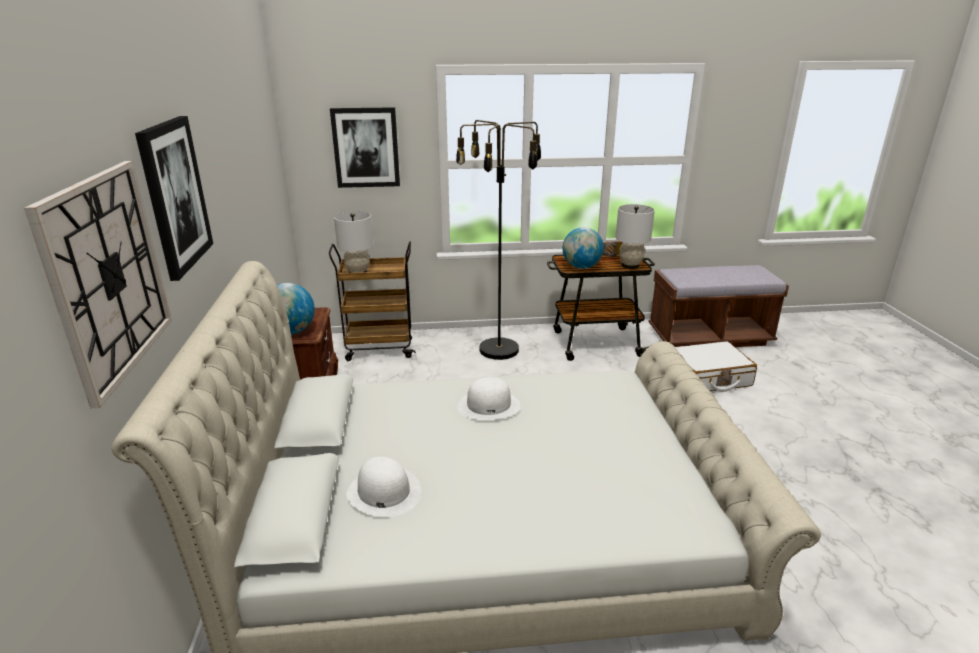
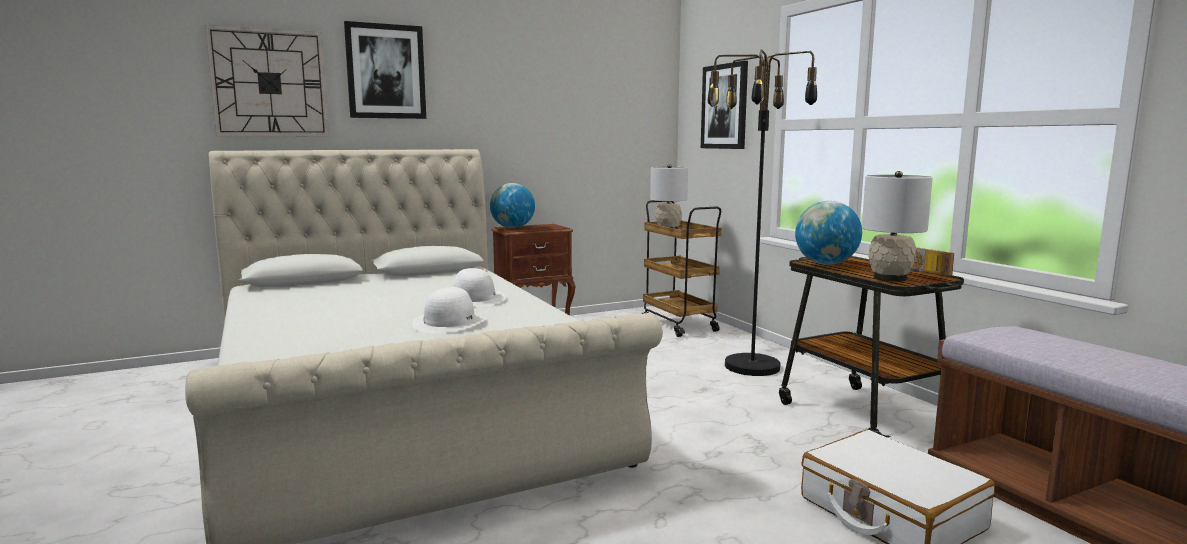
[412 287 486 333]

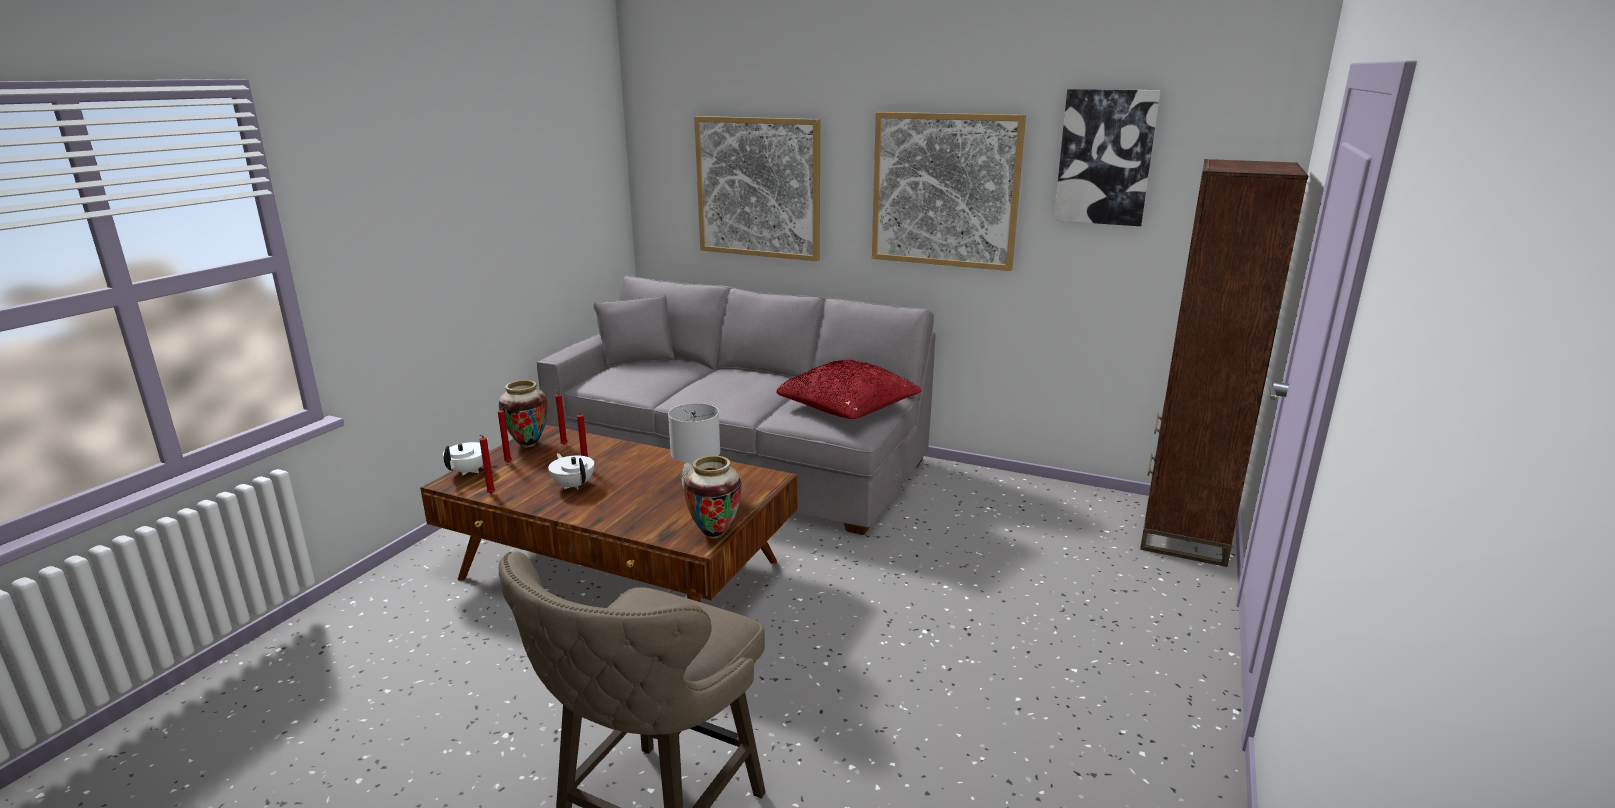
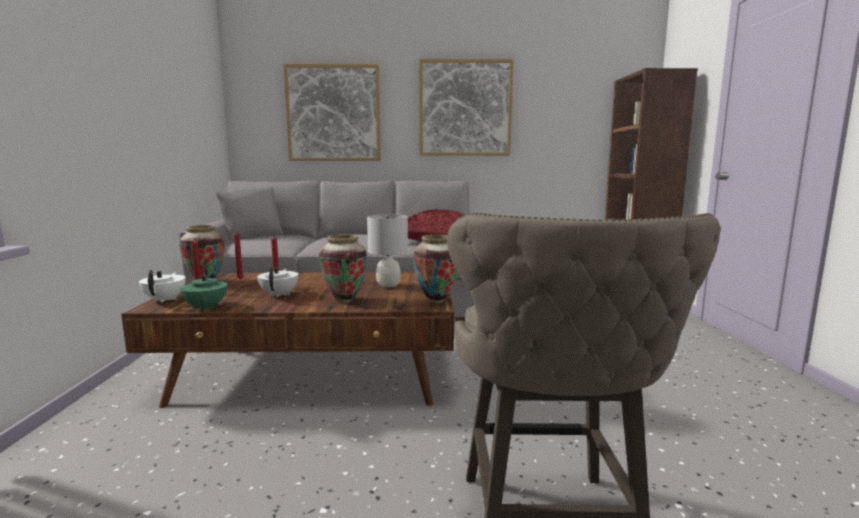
[1054 89 1160 226] (first image)
[319 235 367 303]
[180 266 227 311]
[257 266 299 298]

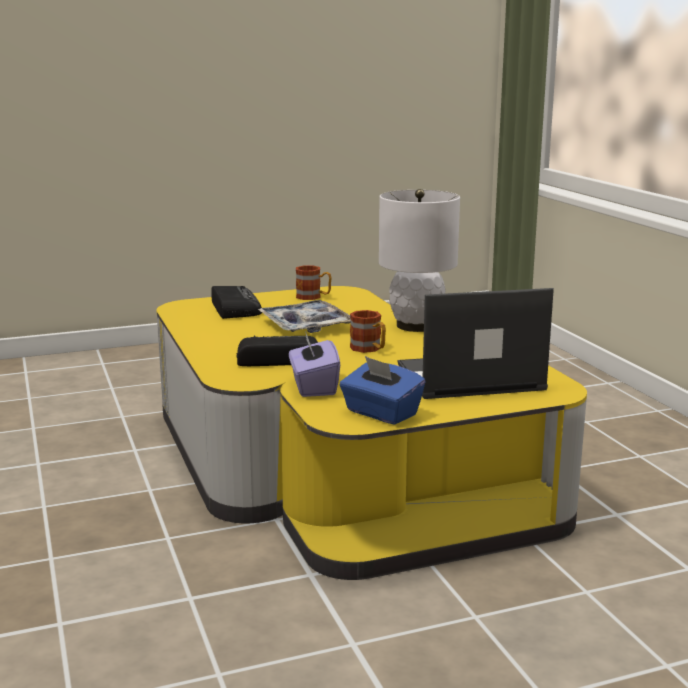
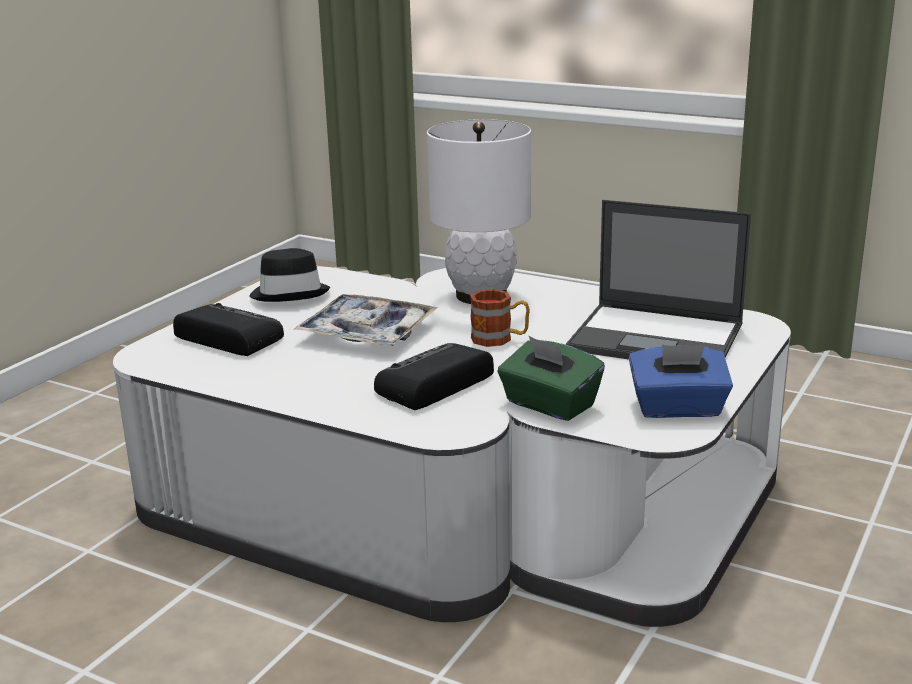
[249 248 330 302]
[113 266 791 627]
[497 336 605 421]
[566 200 751 359]

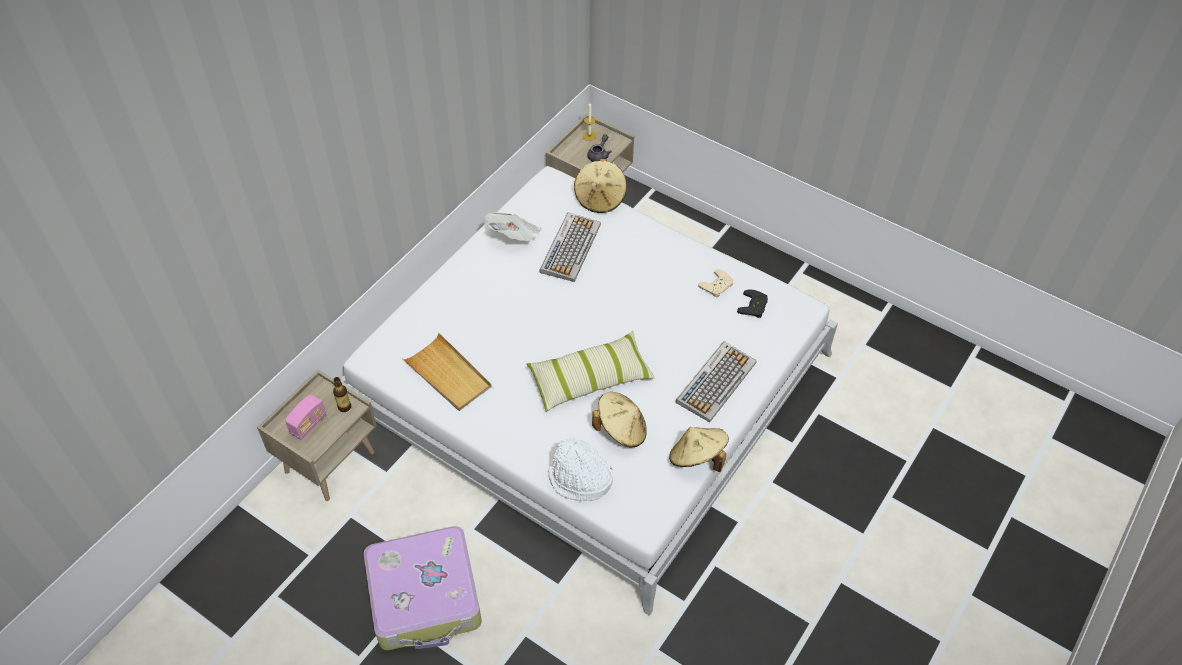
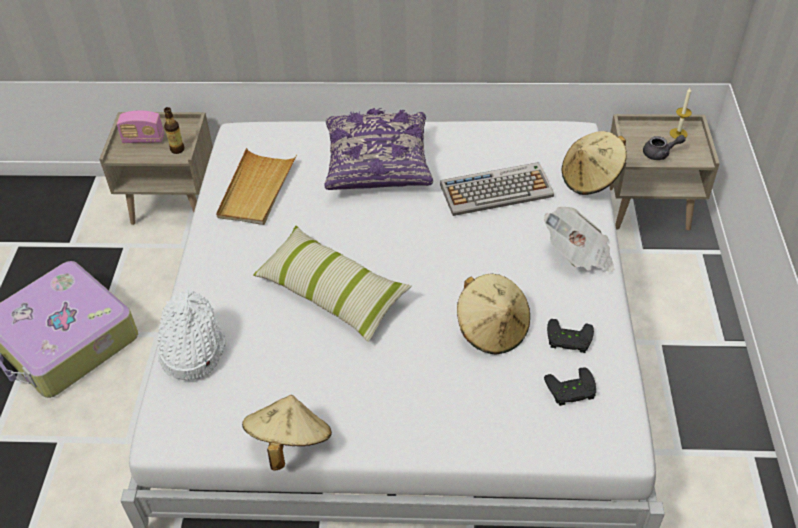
[675 341 757 422] (first image)
[324 108 433 190]
[544 207 615 272]
[457 274 530 354]
[547 319 594 353]

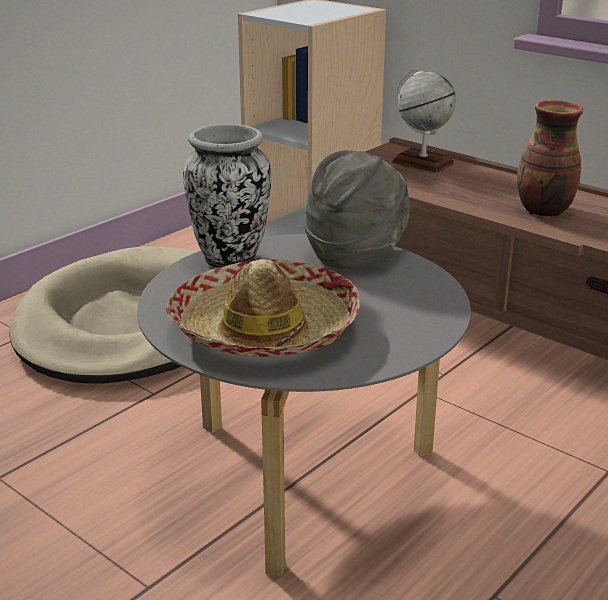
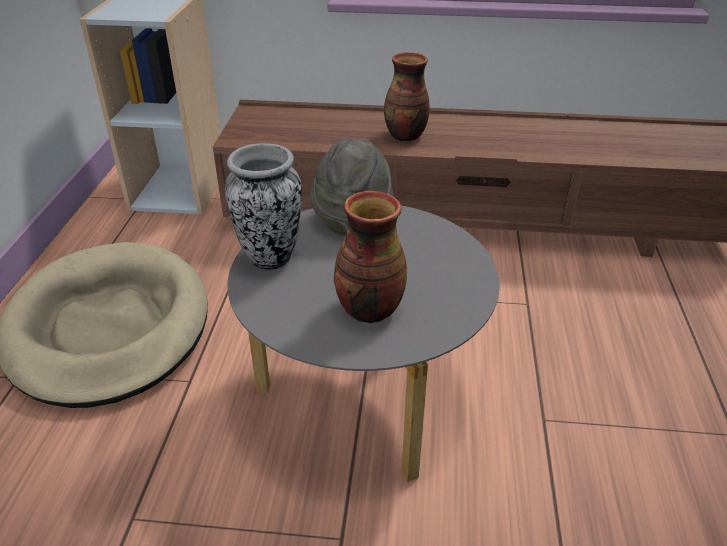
[392 67 456 173] (first image)
[334 191 407 323]

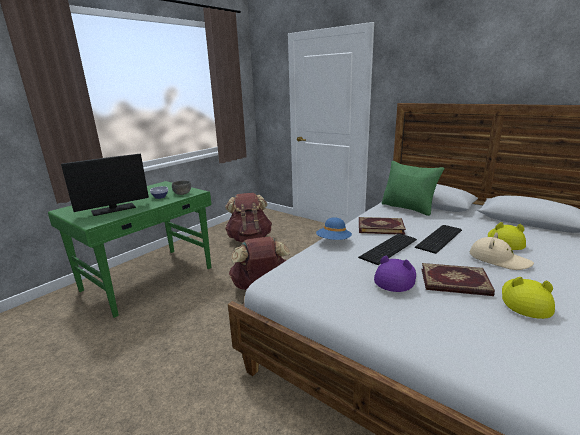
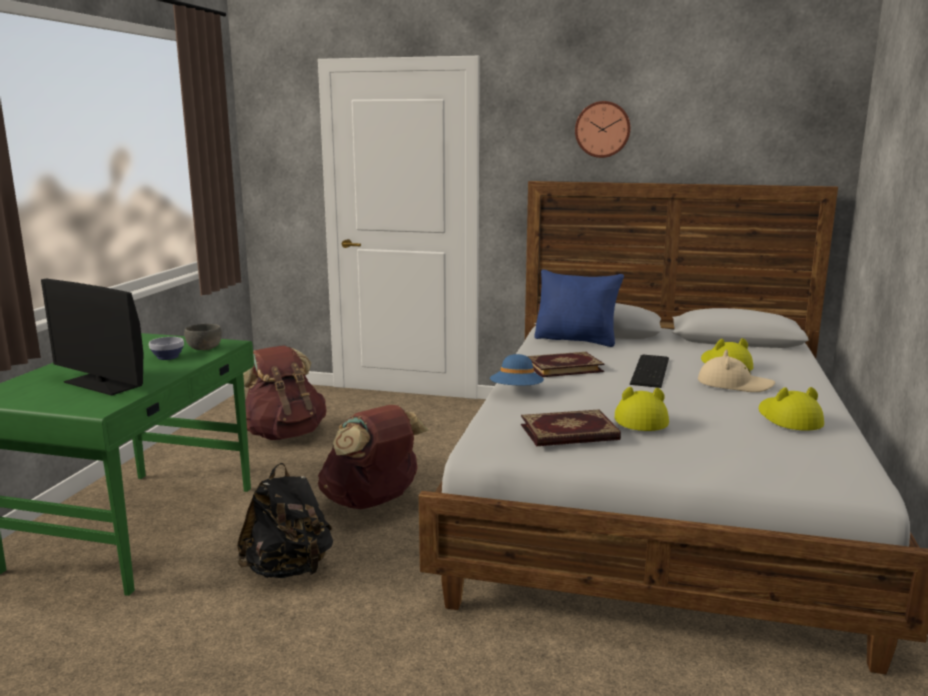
[358 233 417 265] (first image)
[237 463 333 578]
[575 101 631 158]
[521 409 621 446]
[615 387 669 431]
[534 269 624 347]
[41 279 143 396]

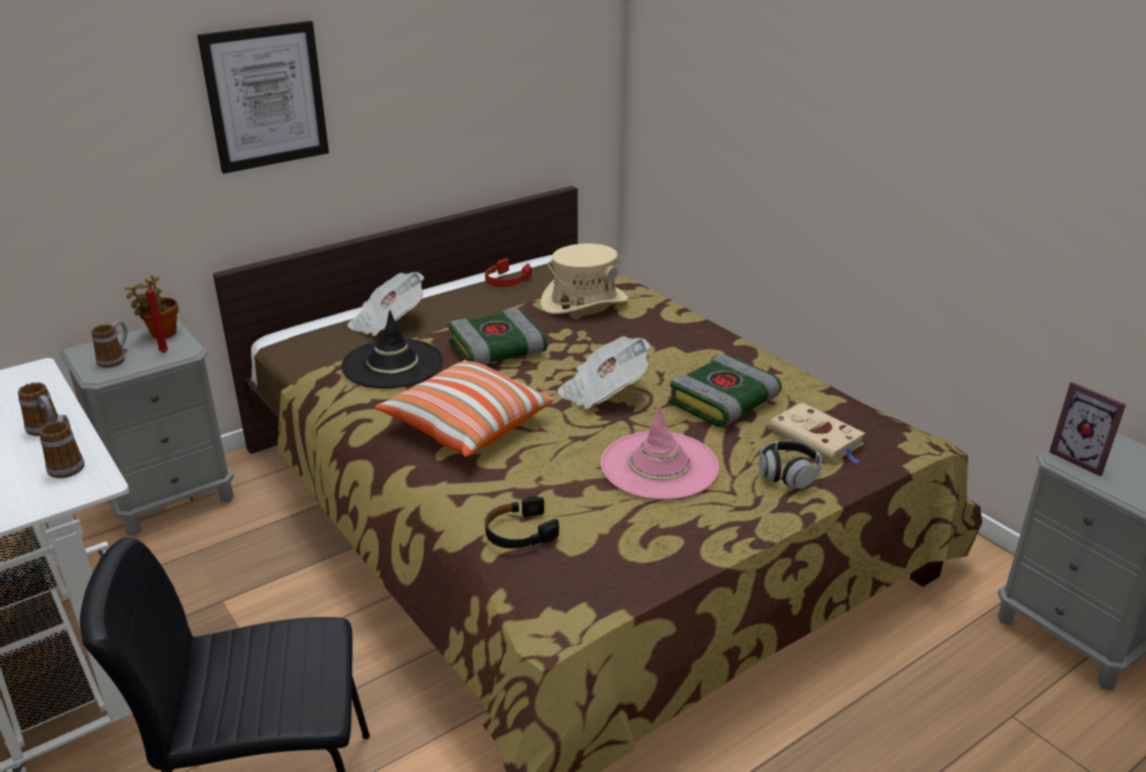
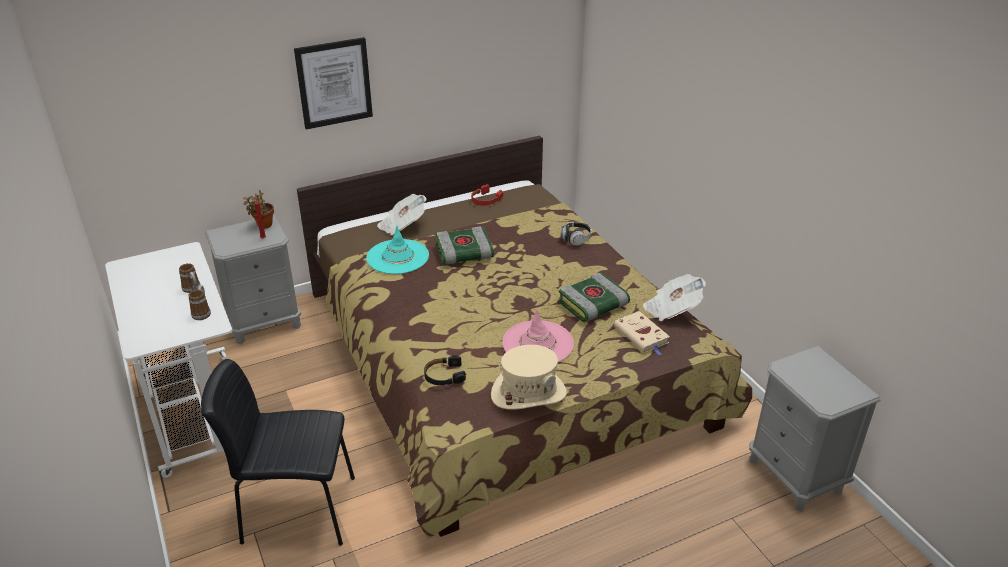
[92 321 127 368] (first image)
[375 360 554 457] (first image)
[1049 382 1126 476] (first image)
[491 345 567 410]
[643 274 706 321]
[560 222 592 245]
[366 226 429 274]

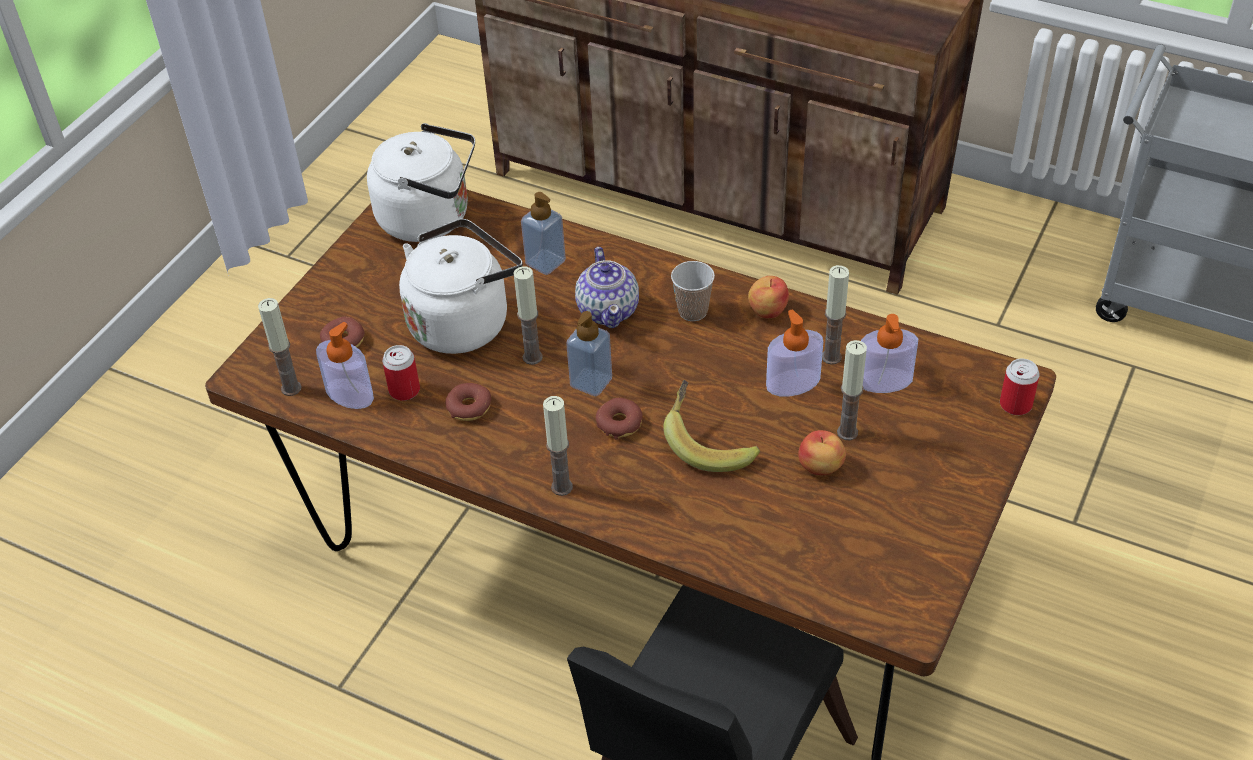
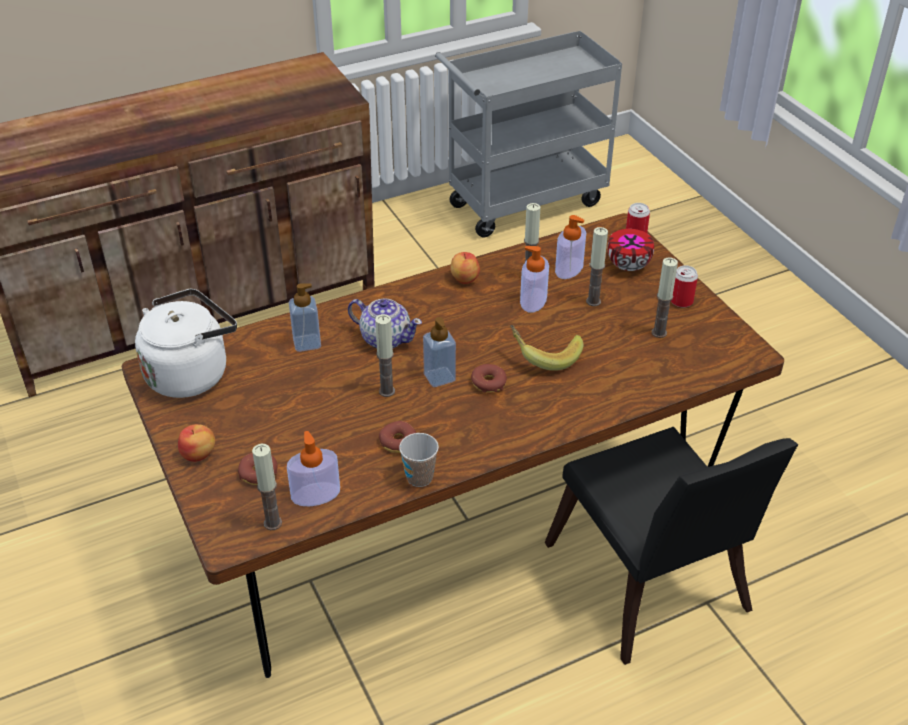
[399 219 523 354] (first image)
[608 229 654 271]
[671 265 698 308]
[652 257 678 338]
[399 433 439 487]
[178 424 215 462]

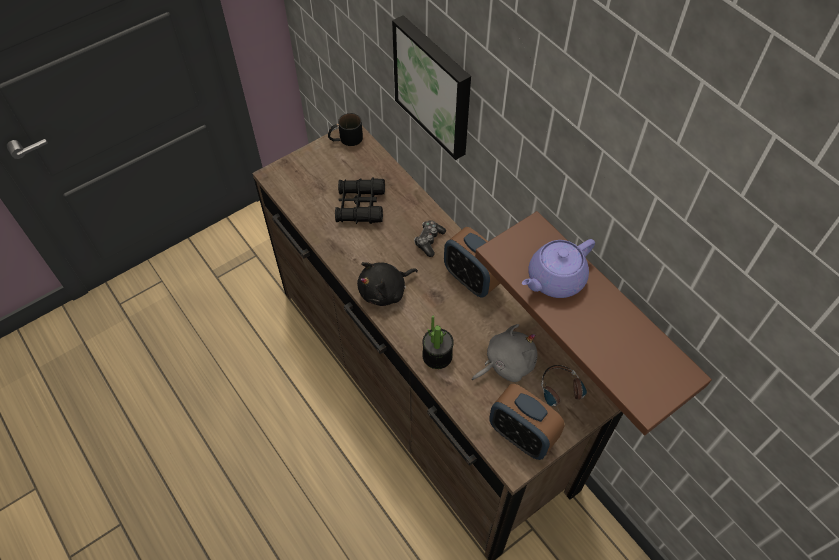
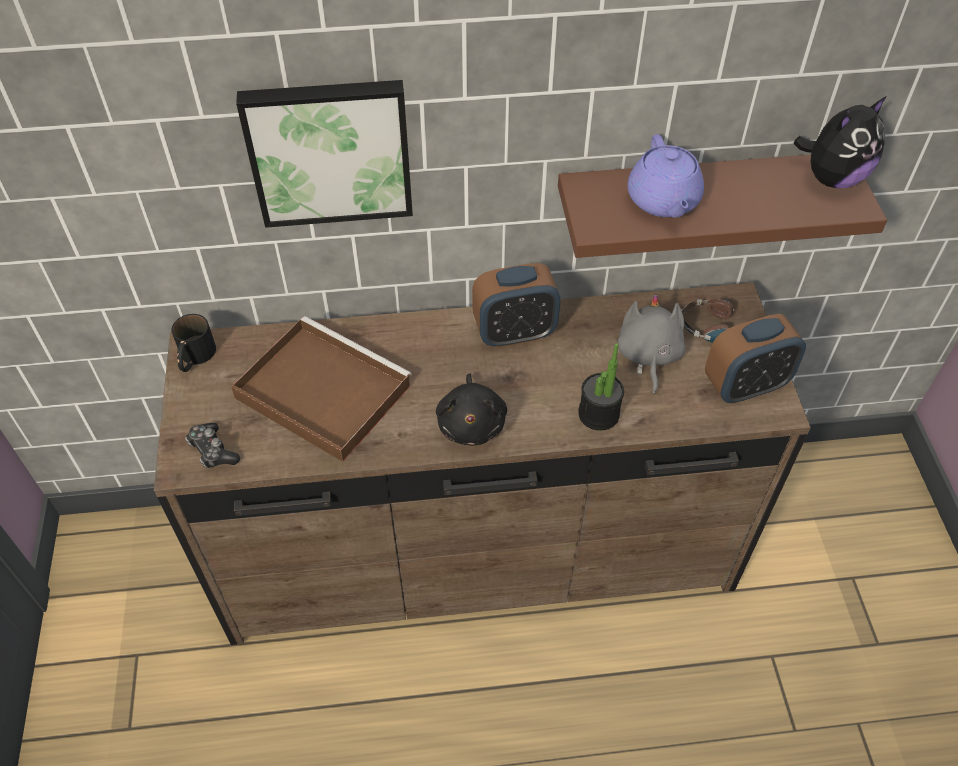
[794 96 887 188]
[185 423 240 468]
[231 316 412 462]

